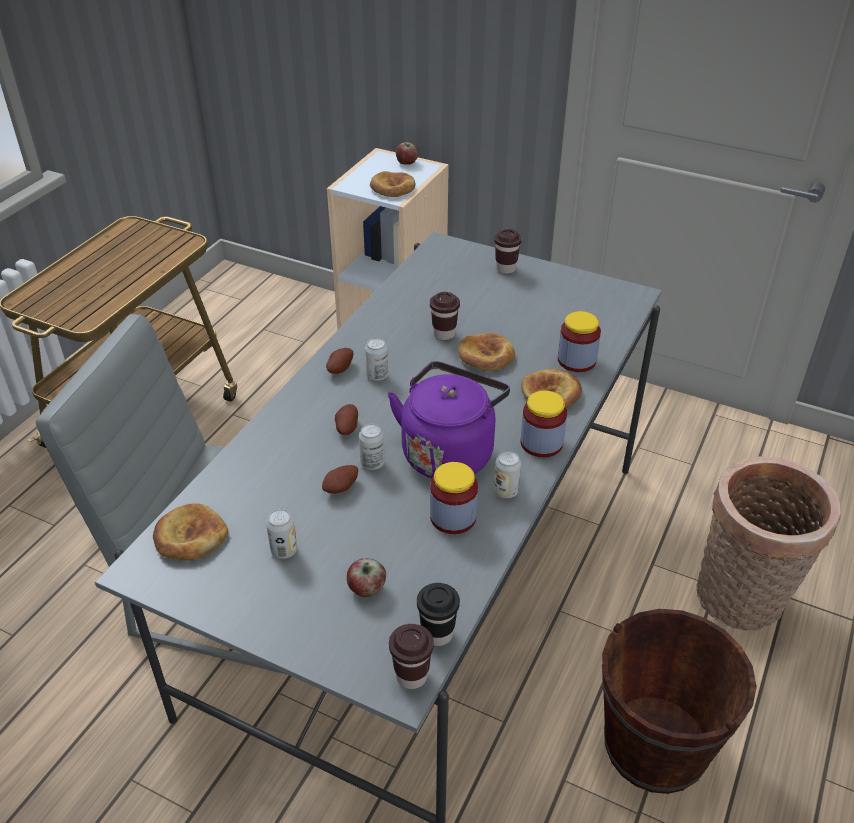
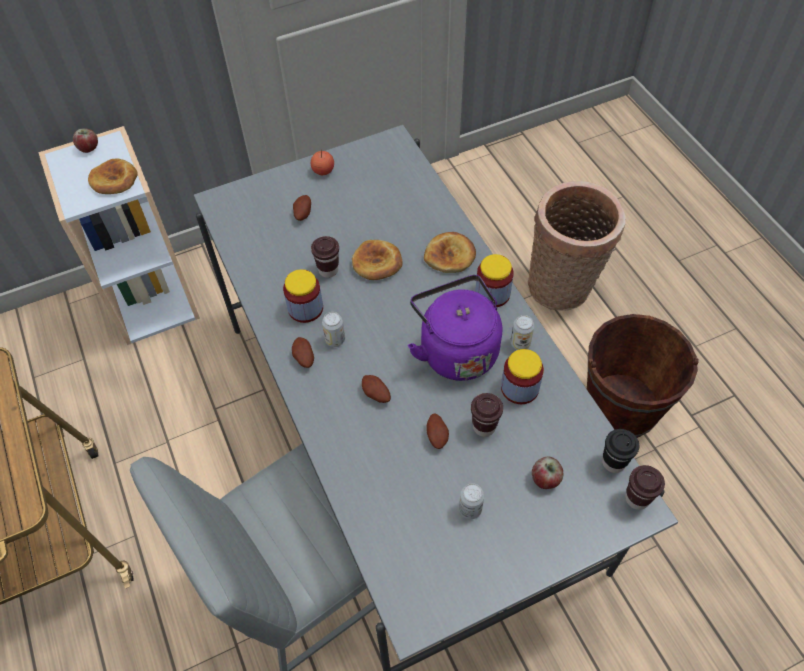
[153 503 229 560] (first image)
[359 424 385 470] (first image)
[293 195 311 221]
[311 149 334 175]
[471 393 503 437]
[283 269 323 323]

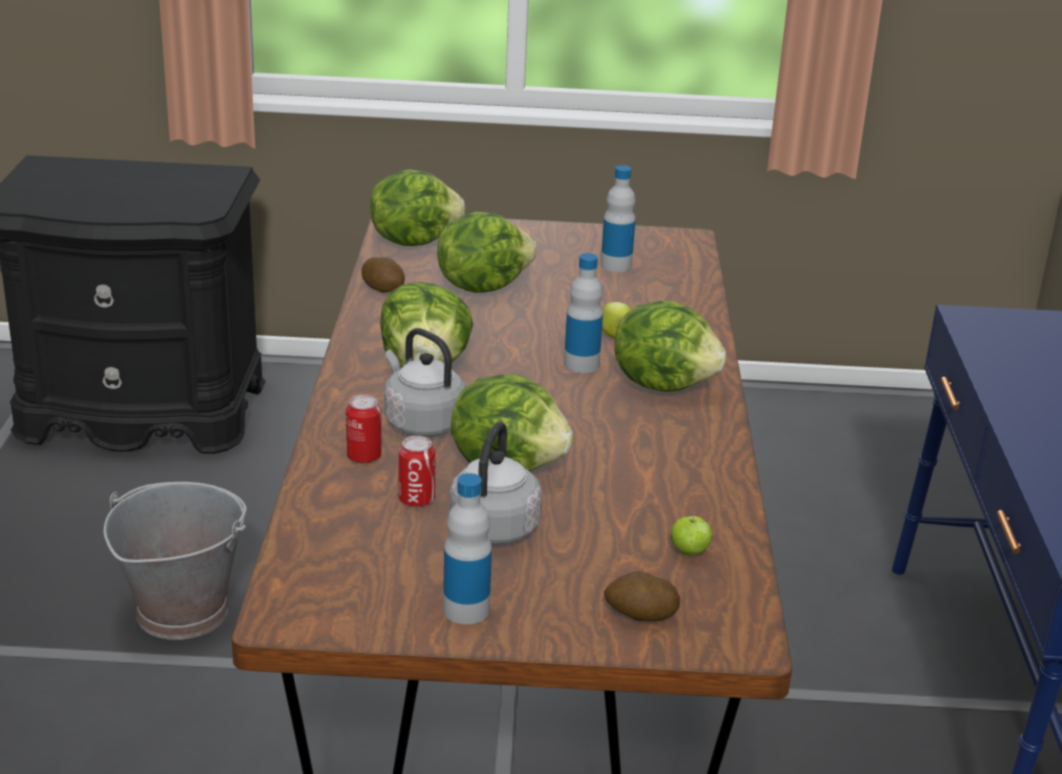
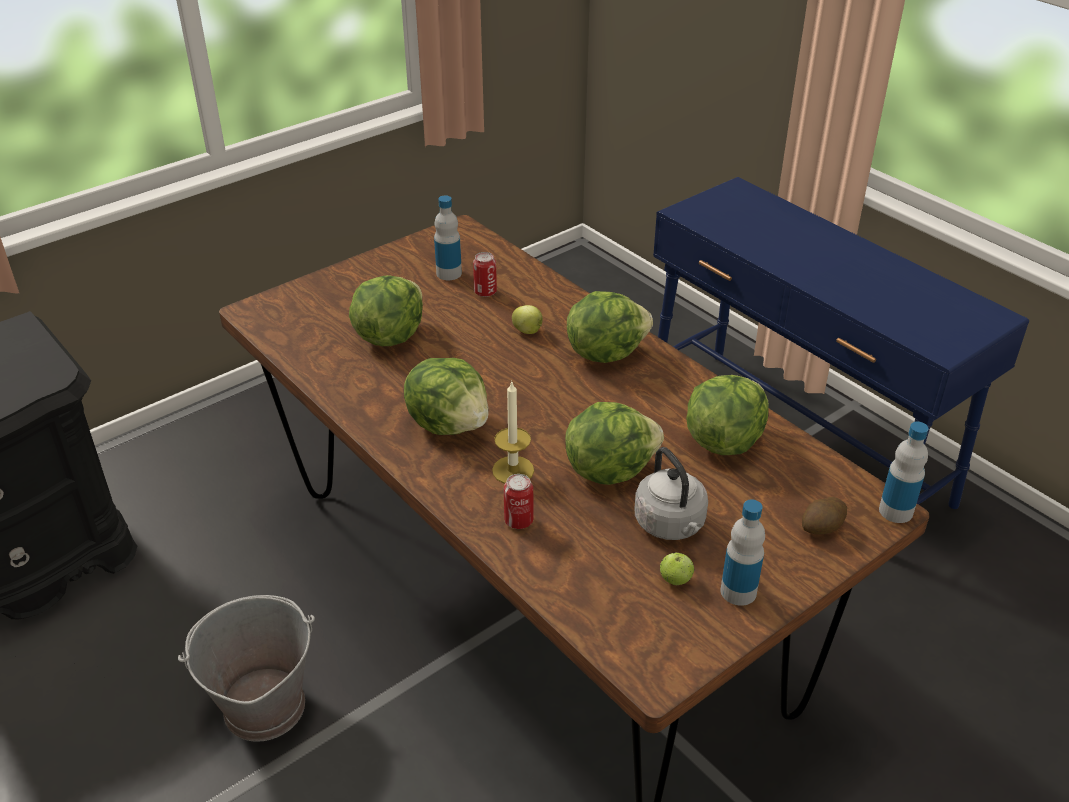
[361 257 405 293] (first image)
[686 375 769 455]
[473 252 497 297]
[879 422 929 523]
[660 552 694 585]
[492 380 534 484]

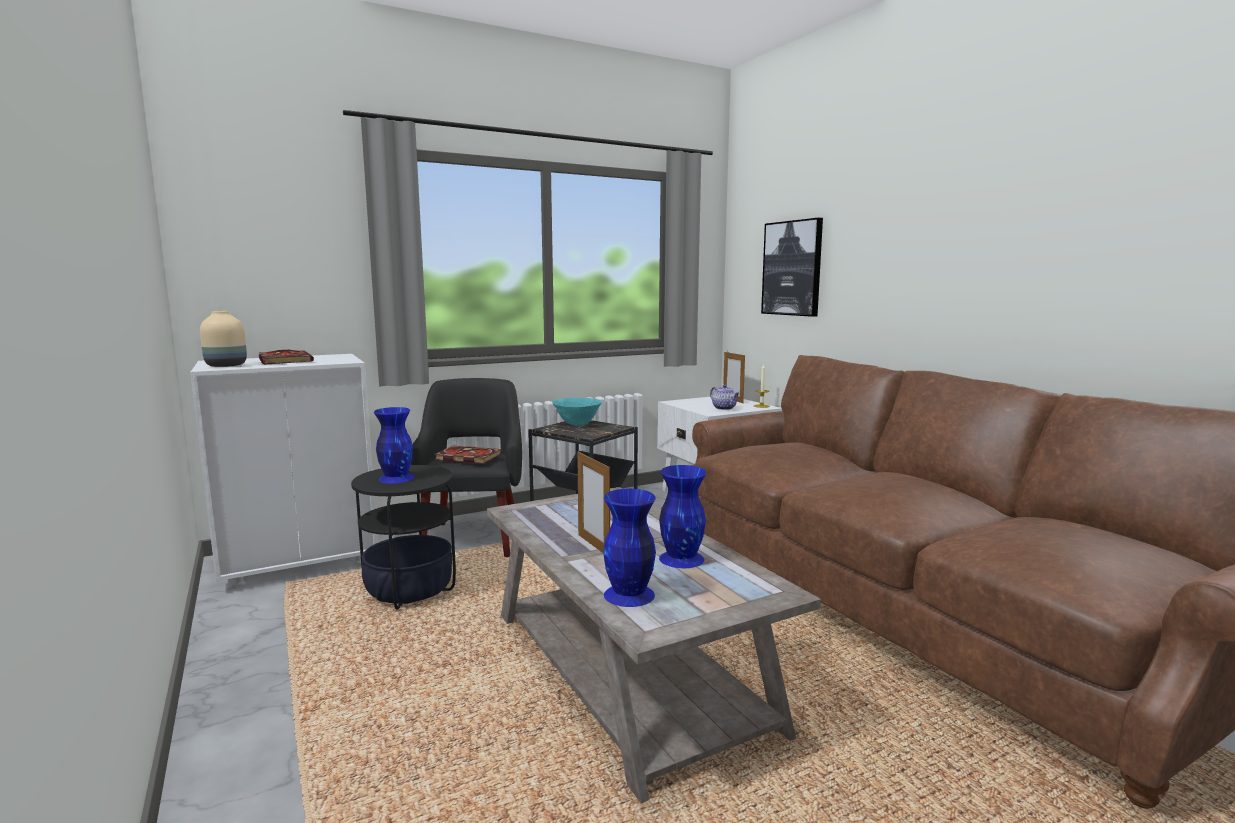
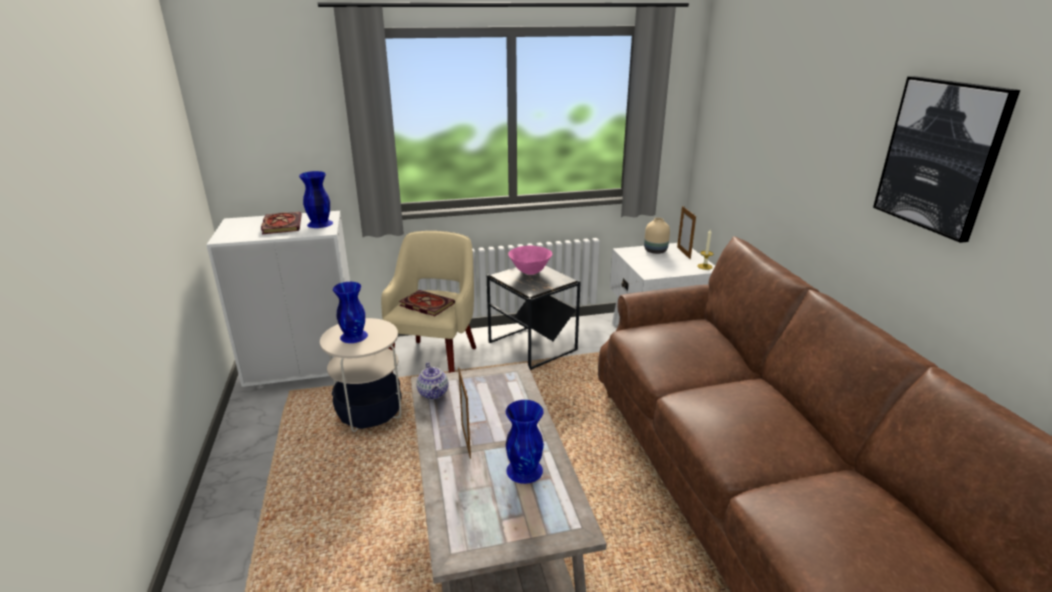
[644 218 670 254]
[299 171 333 228]
[416 362 449 399]
[873 76 1020 243]
[320 318 402 432]
[381 231 476 373]
[508 246 552 275]

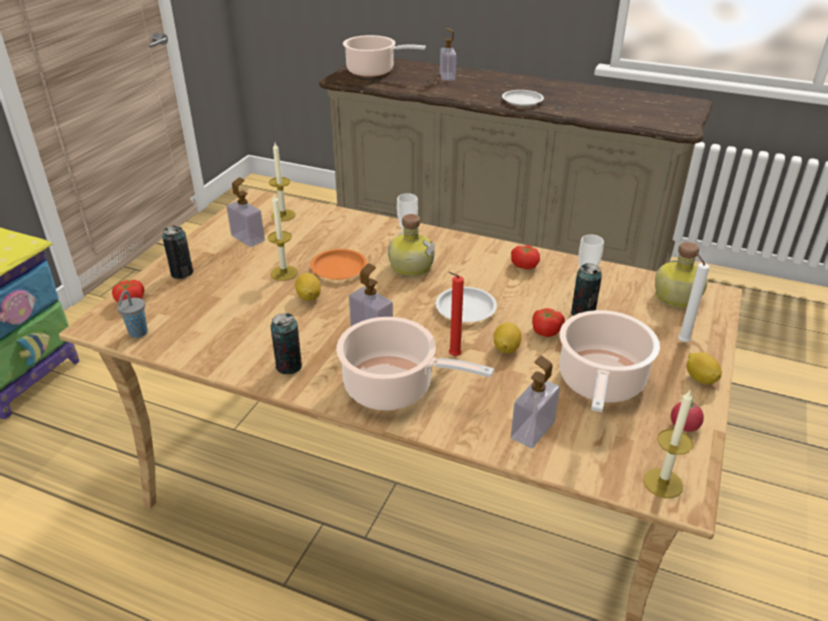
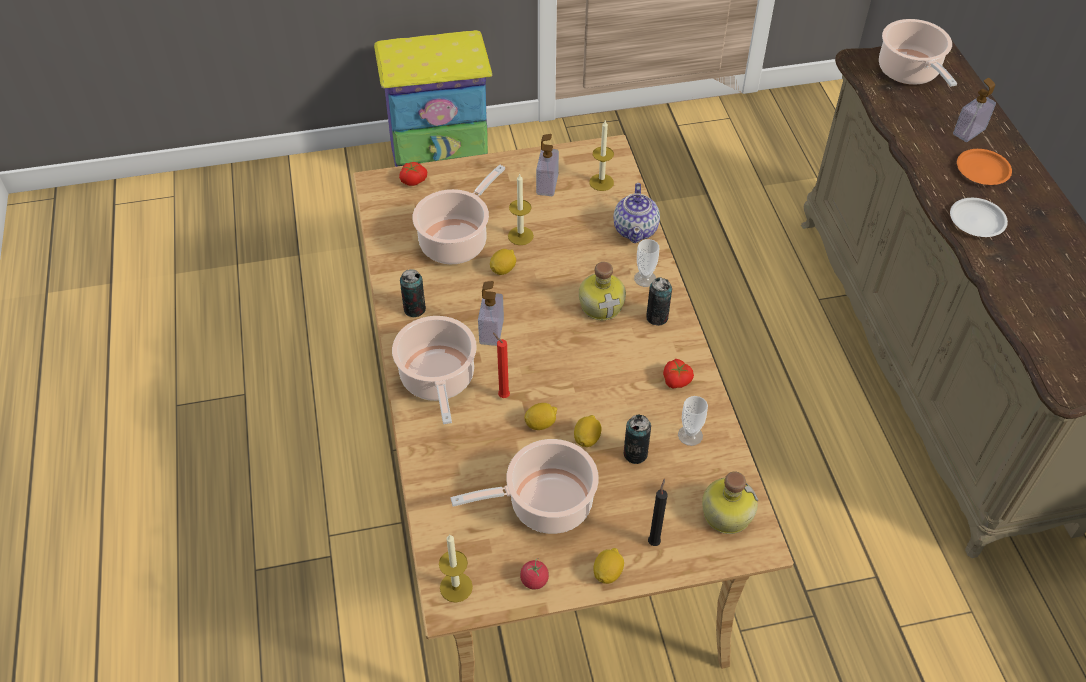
[117 290 148 338] (first image)
[435 287 497 322] (first image)
[511 356 560 448] (first image)
[413 164 505 264]
[613 183 660 243]
[646 277 672 326]
[957 149 1012 185]
[574 415 602 447]
[648 478 667 546]

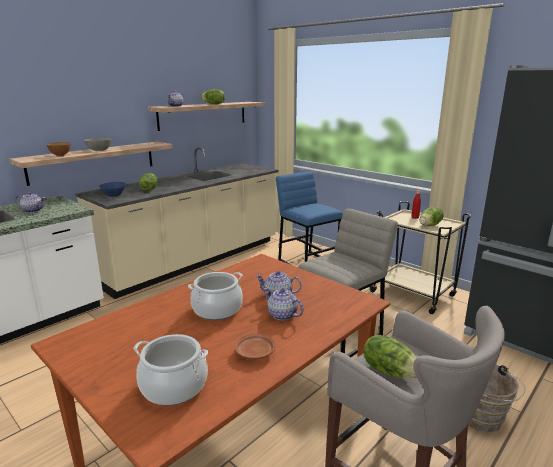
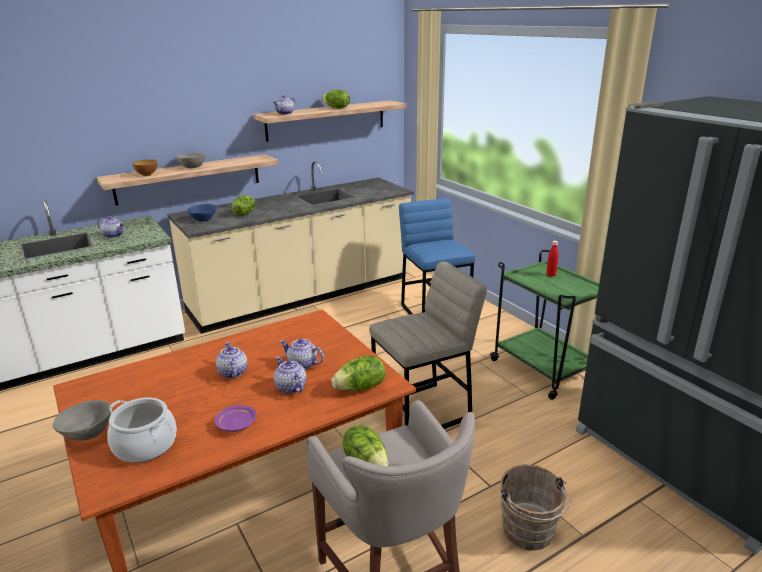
[53 400 111 441]
[331 356 386 391]
[216 342 248 378]
[214 405 257 432]
[489 250 599 400]

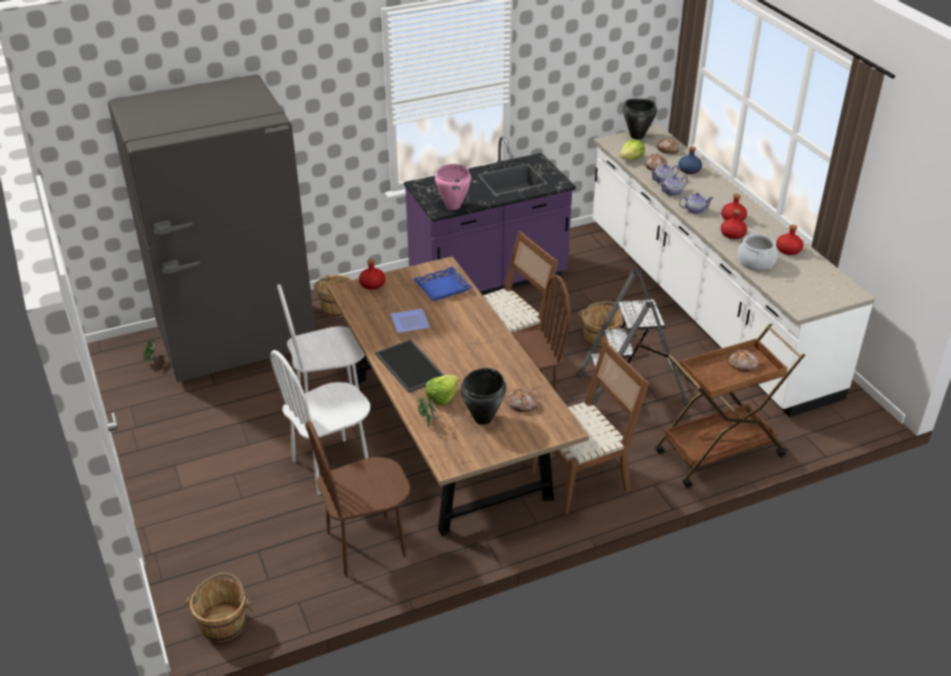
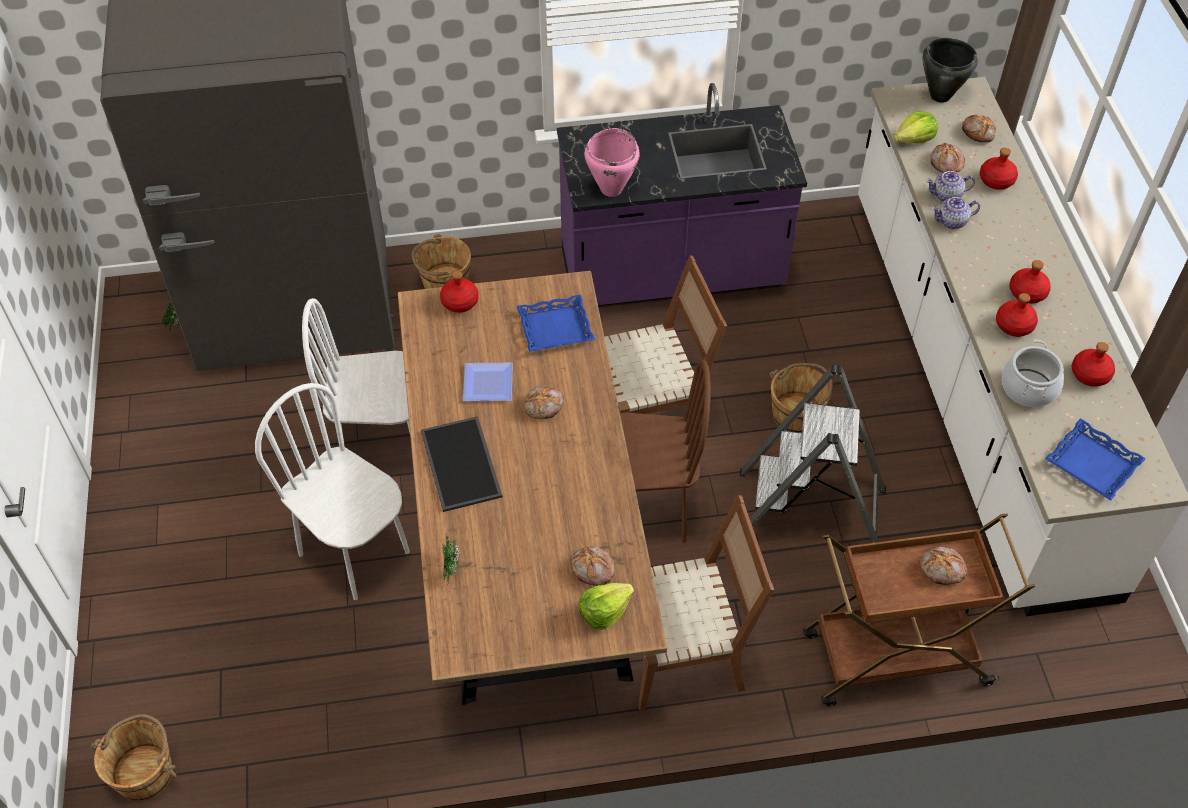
[306 421 410 577] (first image)
[460 368 506 425] (first image)
[679 193 714 214] (first image)
[524 385 564 419]
[1045 418 1146 501]
[579 583 634 630]
[980 148 1018 190]
[255 383 410 600]

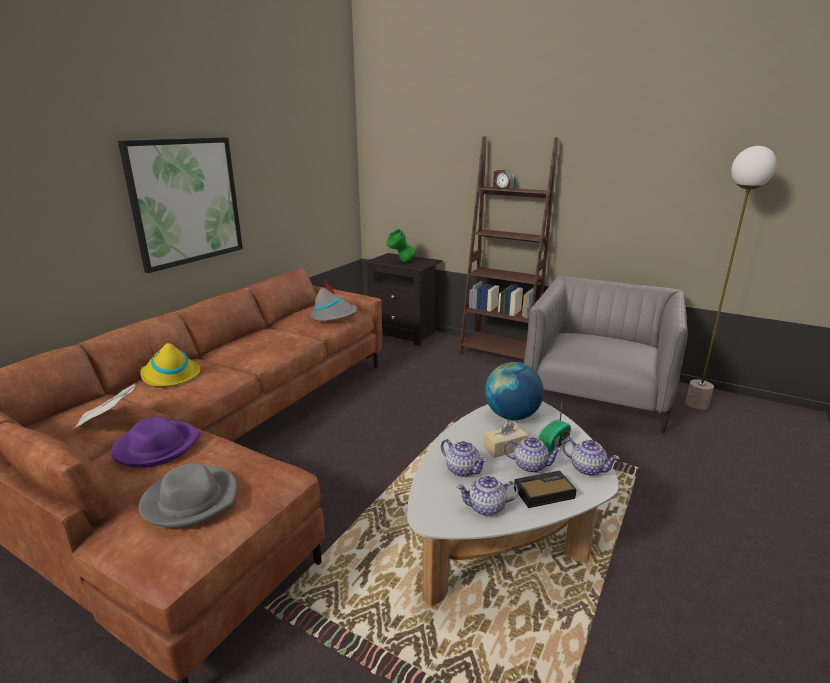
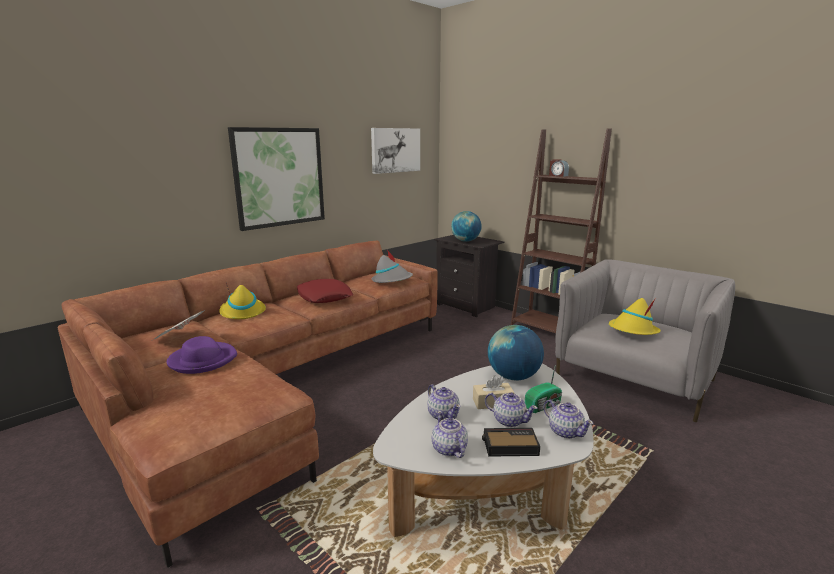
[139 463 237 528] (first image)
[686 146 777 410] (first image)
[297 279 353 303]
[371 128 420 174]
[609 298 661 335]
[451 211 482 242]
[432 411 468 458]

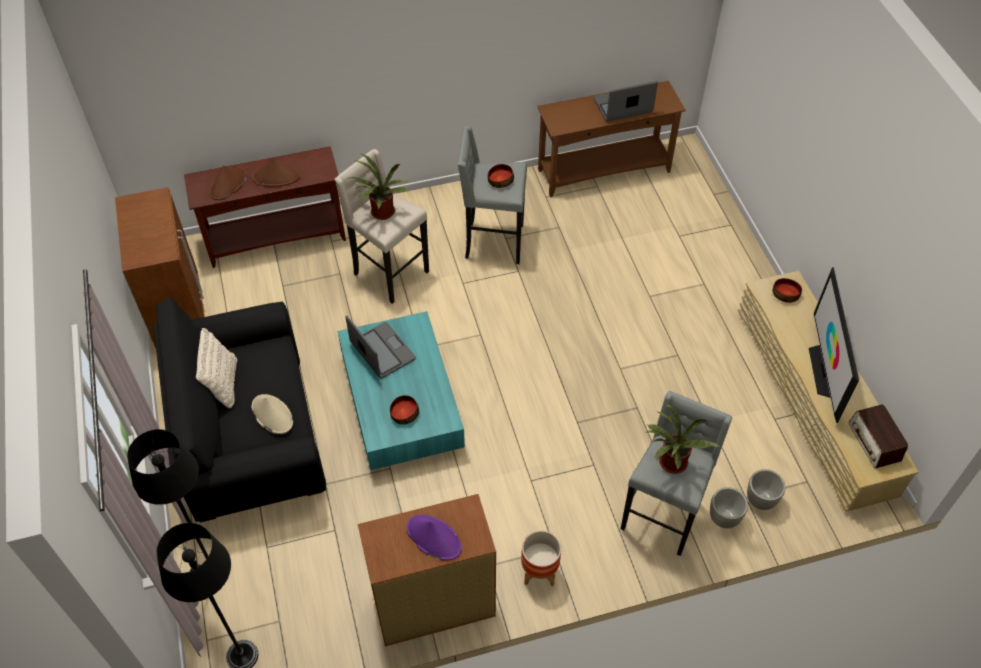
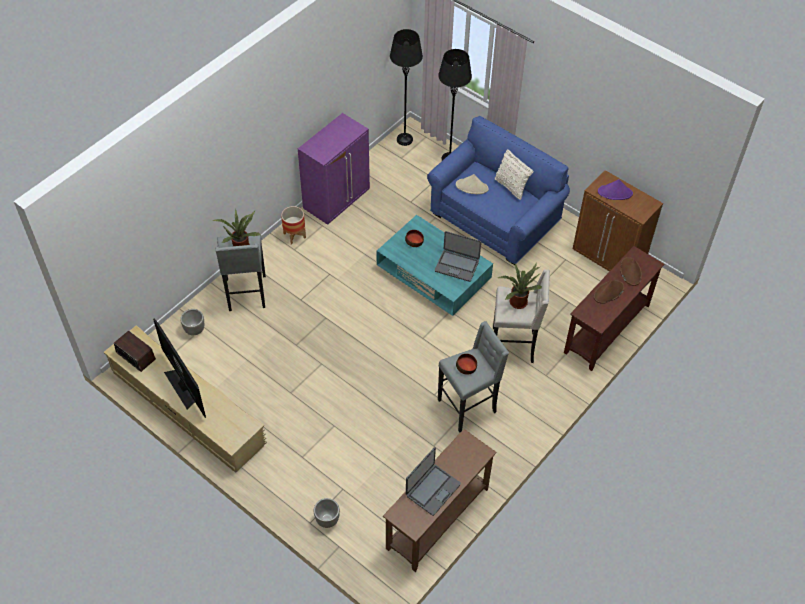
[773 278 802 303] (first image)
[598 179 633 200]
[314 498 340 528]
[427 116 570 265]
[298 113 370 225]

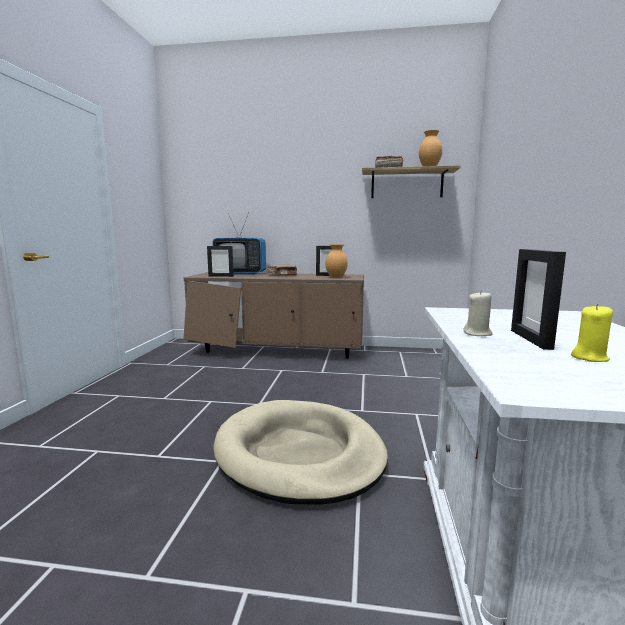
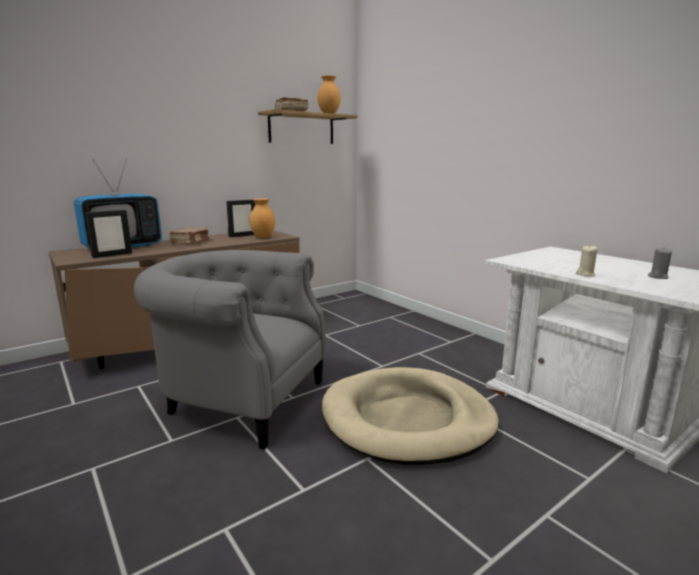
[511 249 566 350] (first image)
[134 250 326 450]
[648 248 672 279]

